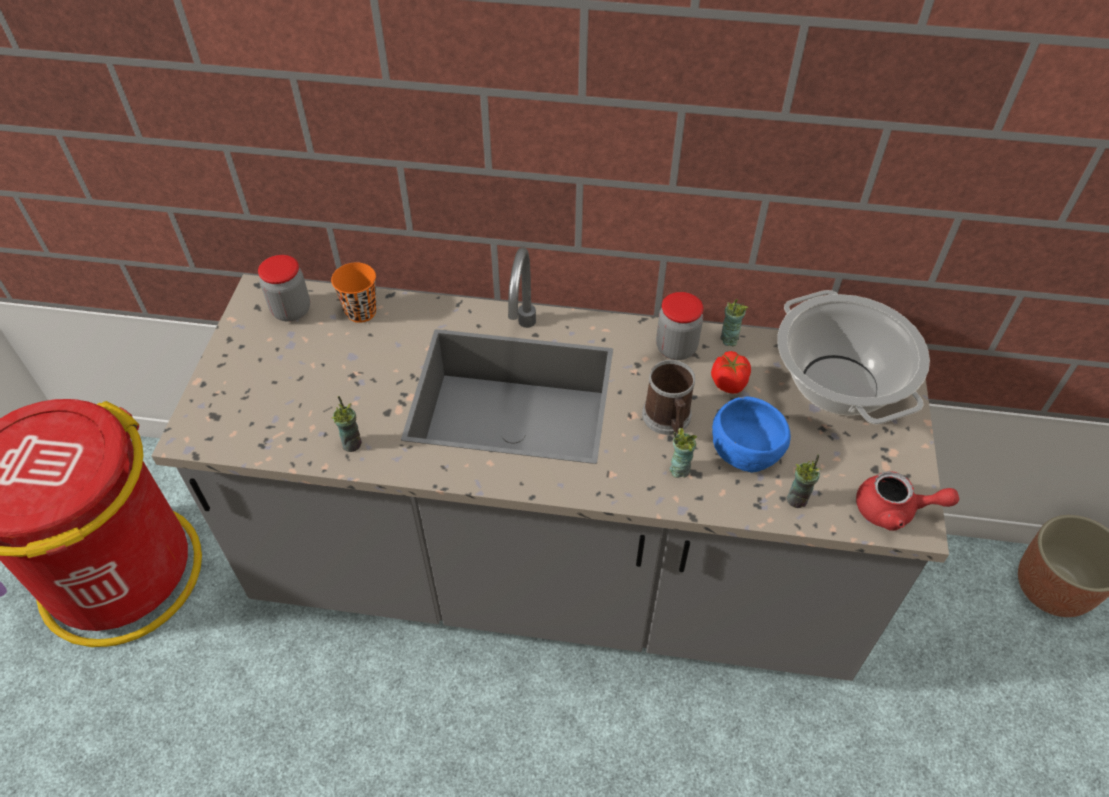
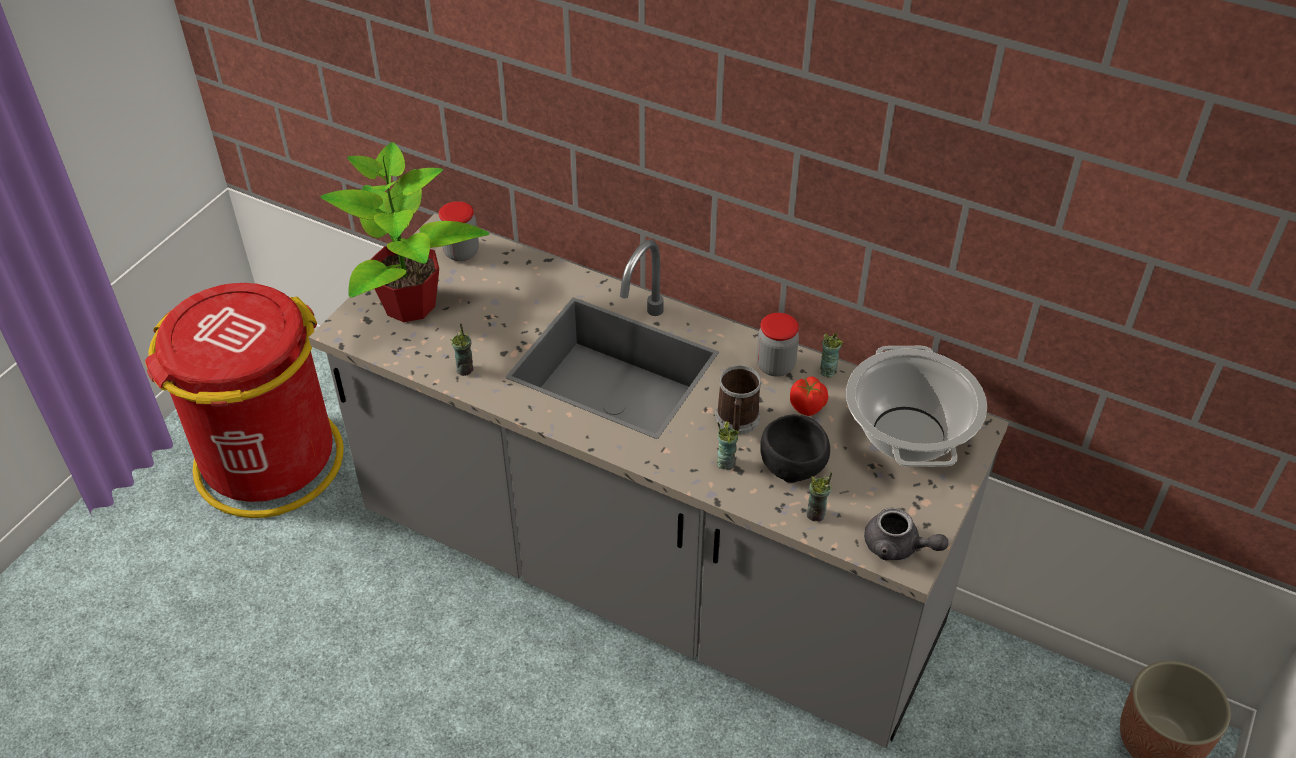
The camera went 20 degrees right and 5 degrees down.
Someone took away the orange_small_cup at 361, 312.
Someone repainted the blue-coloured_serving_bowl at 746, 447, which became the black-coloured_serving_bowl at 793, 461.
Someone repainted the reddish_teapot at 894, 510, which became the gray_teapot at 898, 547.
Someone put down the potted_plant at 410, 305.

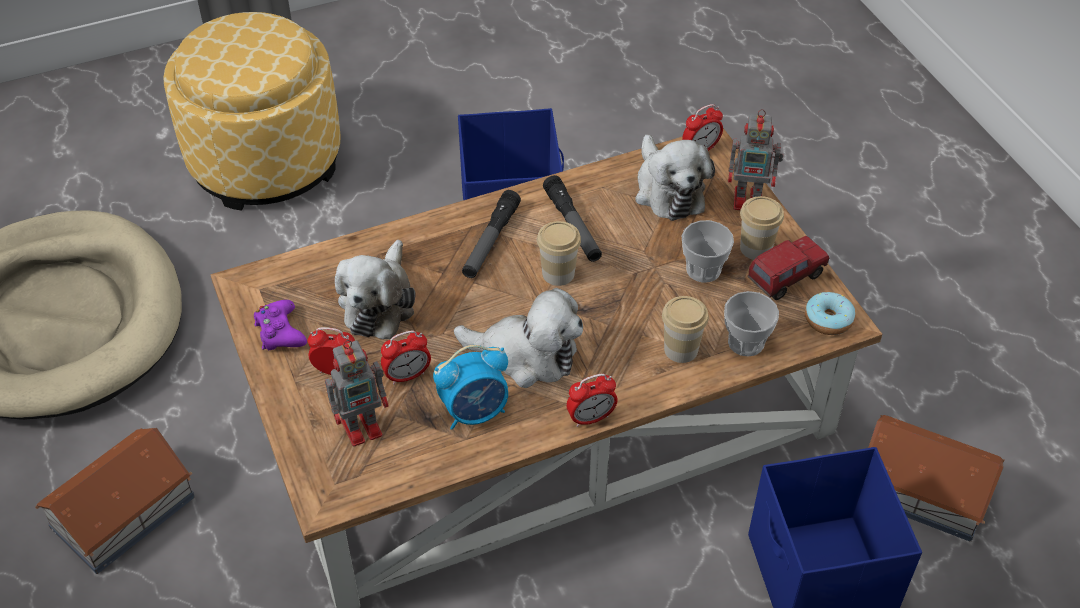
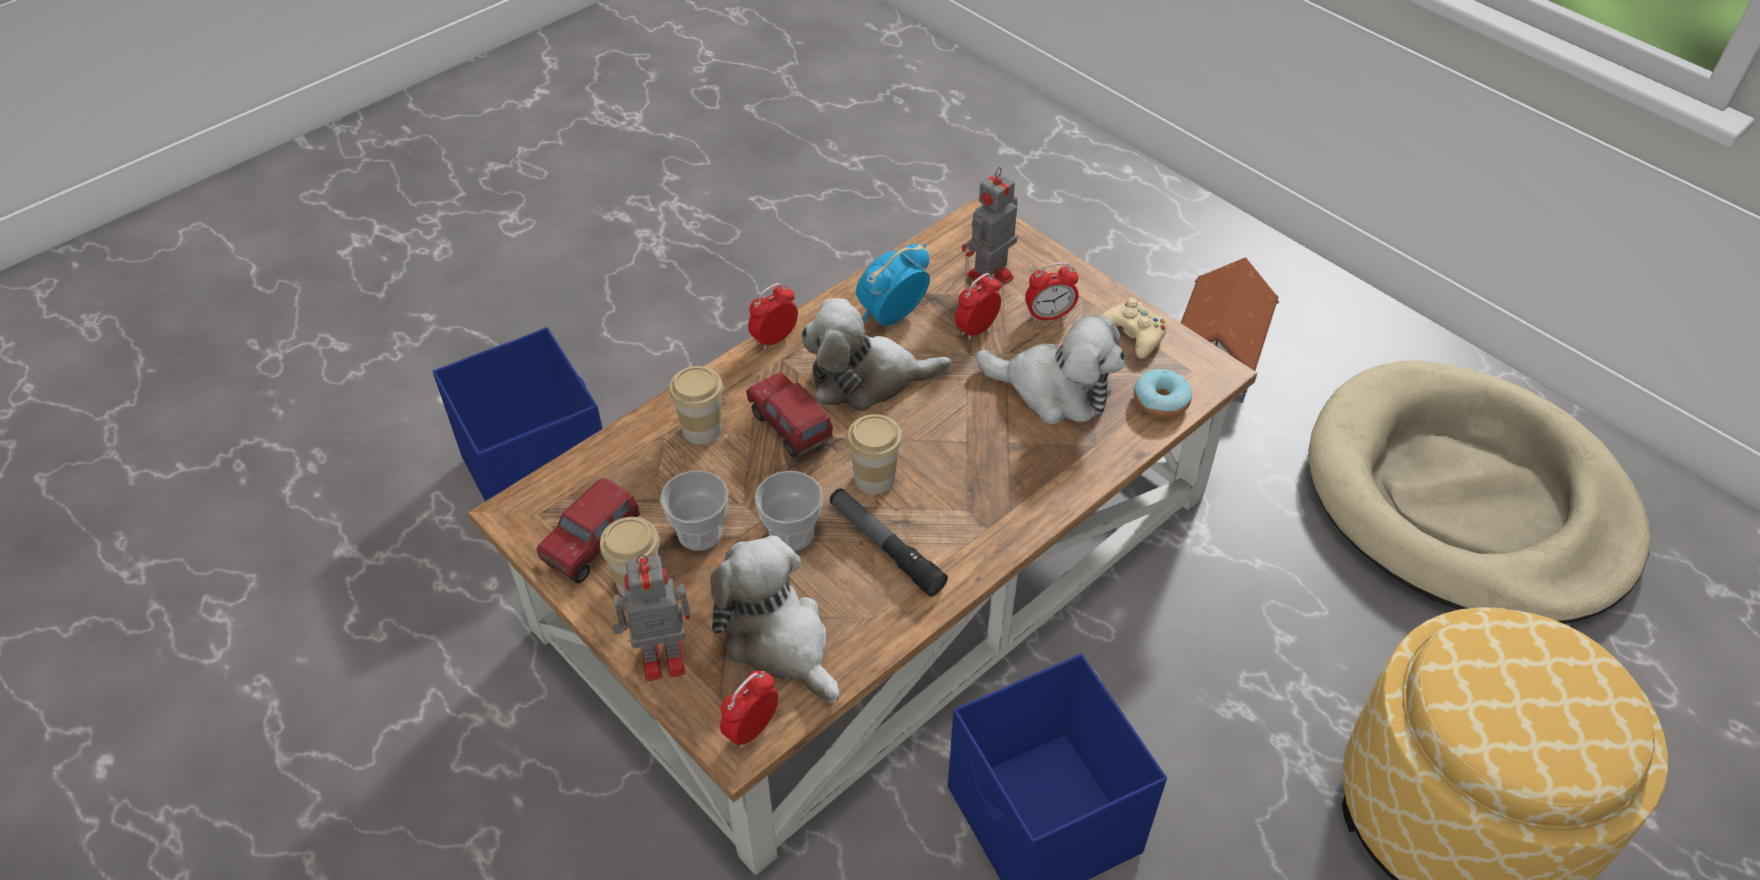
The camera went 160 degrees right and 0 degrees up.
Someone repainted the purple_joypad at 280, 332, which became the sand-coloured_joypad at 1133, 335.
Someone rotated the plush_toy at 379, 303 by 120 degrees clockwise.
Someone took away the hand_torch at 490, 241.
Someone carried the small_cup from 746, 342 to 791, 533.
Someone carried the ring_doughnut from 828, 320 to 1160, 401.
Someone took away the model_house at 921, 488.
Someone put down the toy_truck at 790, 430.

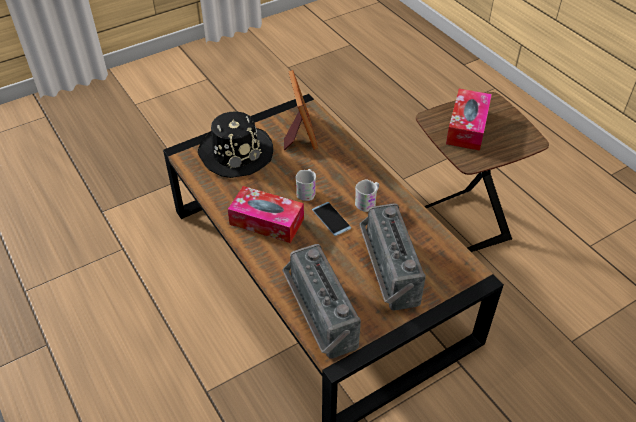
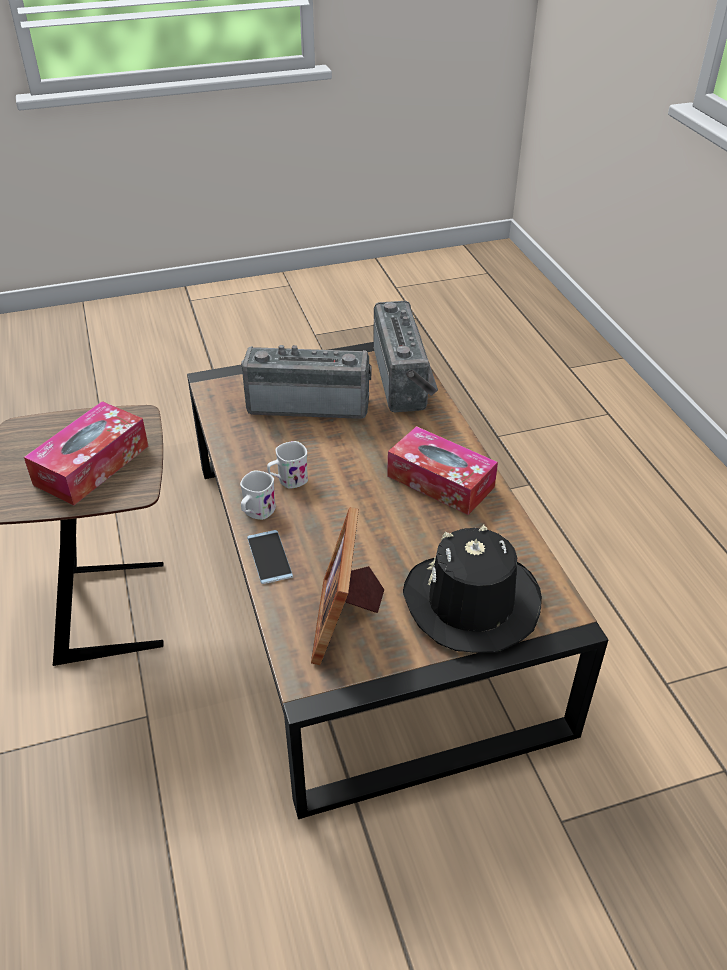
The camera went 165 degrees left and 5 degrees down.
Someone carried the whitish_mug from 307, 191 to 256, 513.
Someone carried the phone from 331, 219 to 269, 557.
Someone rotated the radio at 386, 272 by 90 degrees counterclockwise.

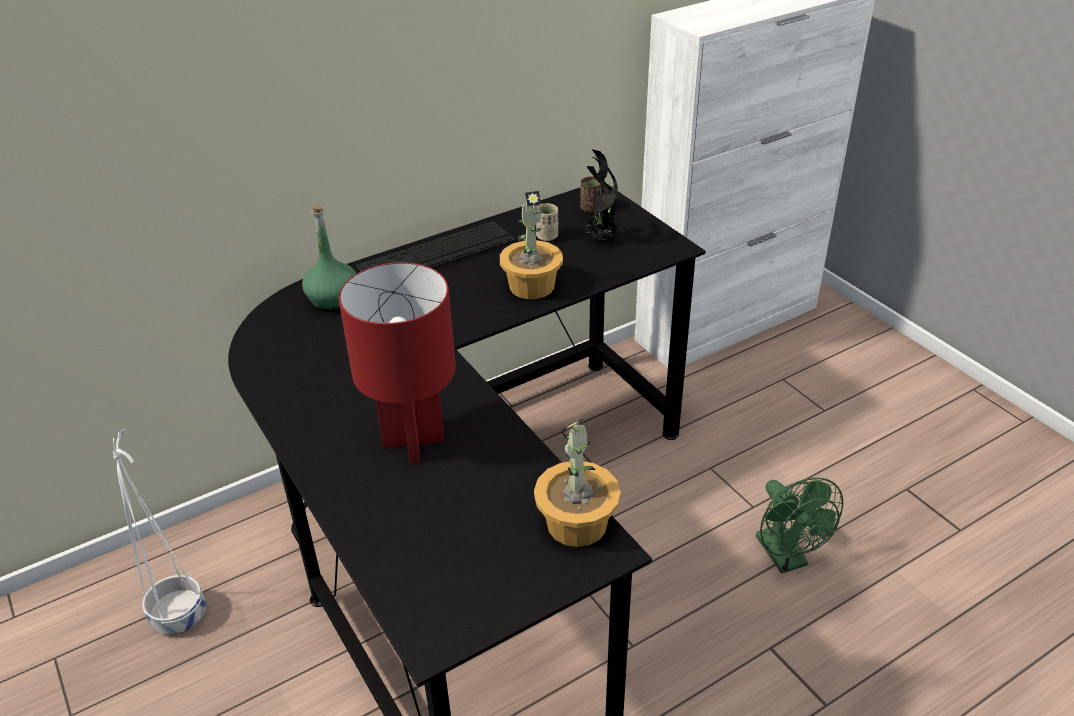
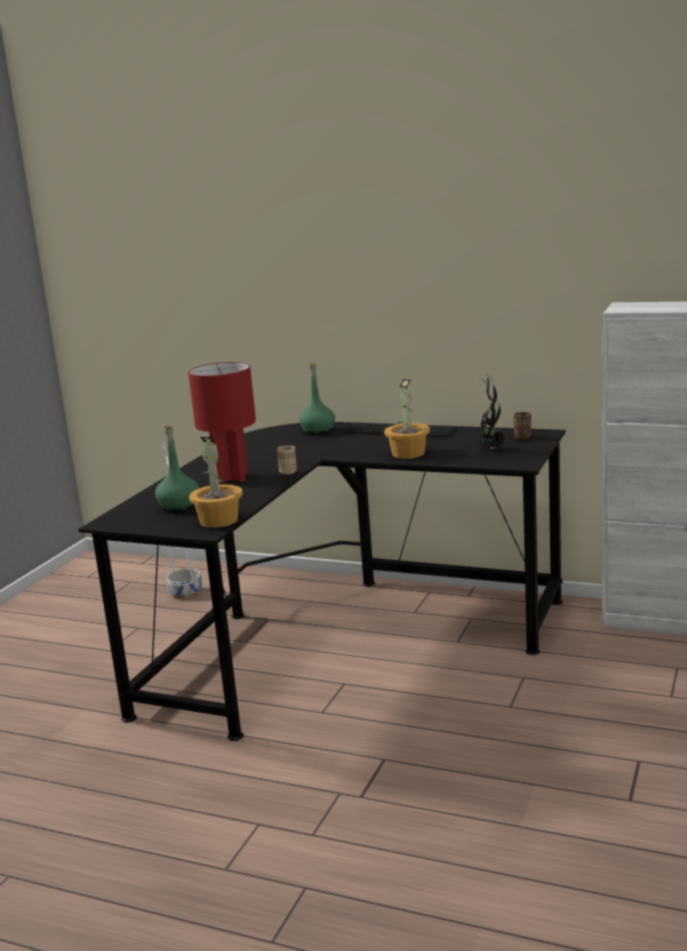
The camera went 55 degrees right and 20 degrees down.
Someone carried the sand-coloured_small_cup from 547, 236 to 288, 472.
Someone took away the greenish_fan at 786, 558.
Someone put down the greenish_drink_bottle at 179, 506.

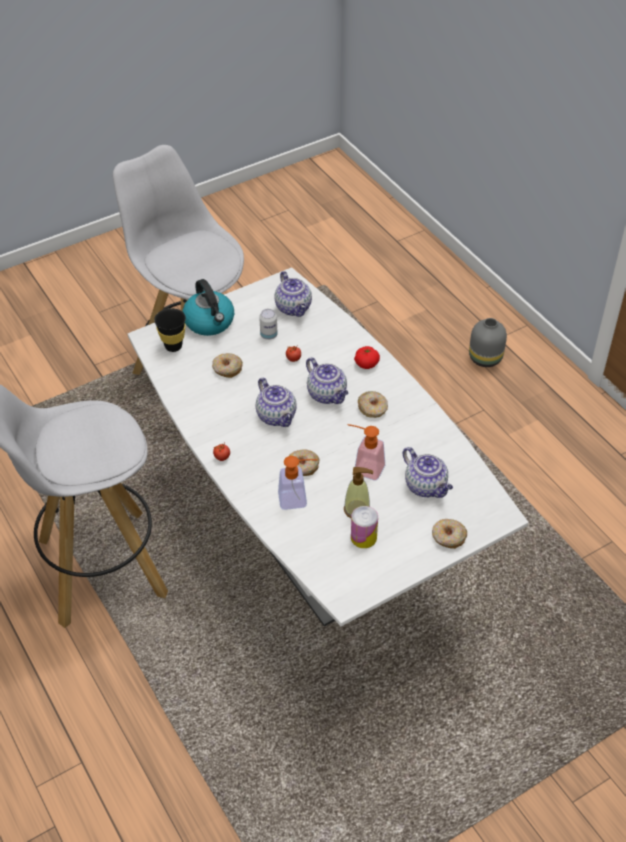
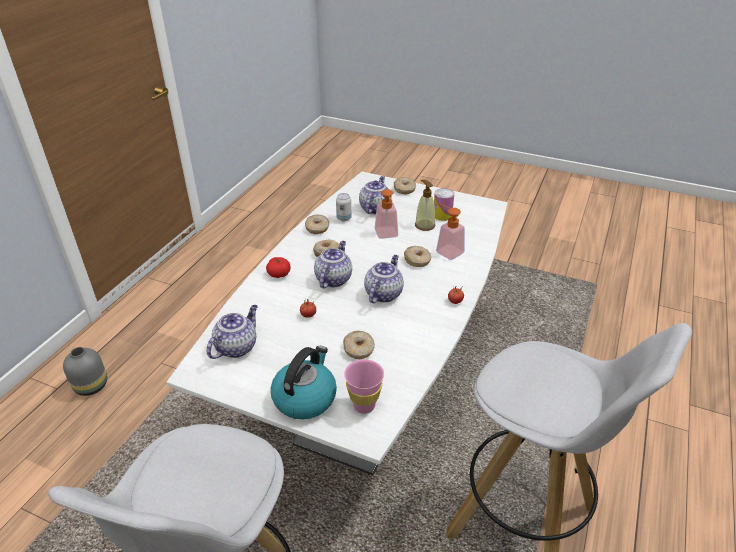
The camera went 125 degrees left and 10 degrees down.
Someone repainted the black-coloured_small_cup at 173, 346, which became the pinkish_small_cup at 364, 406.
Someone carried the can from 268, 335 to 344, 218.
Someone put down the ring_doughnut at 317, 228.

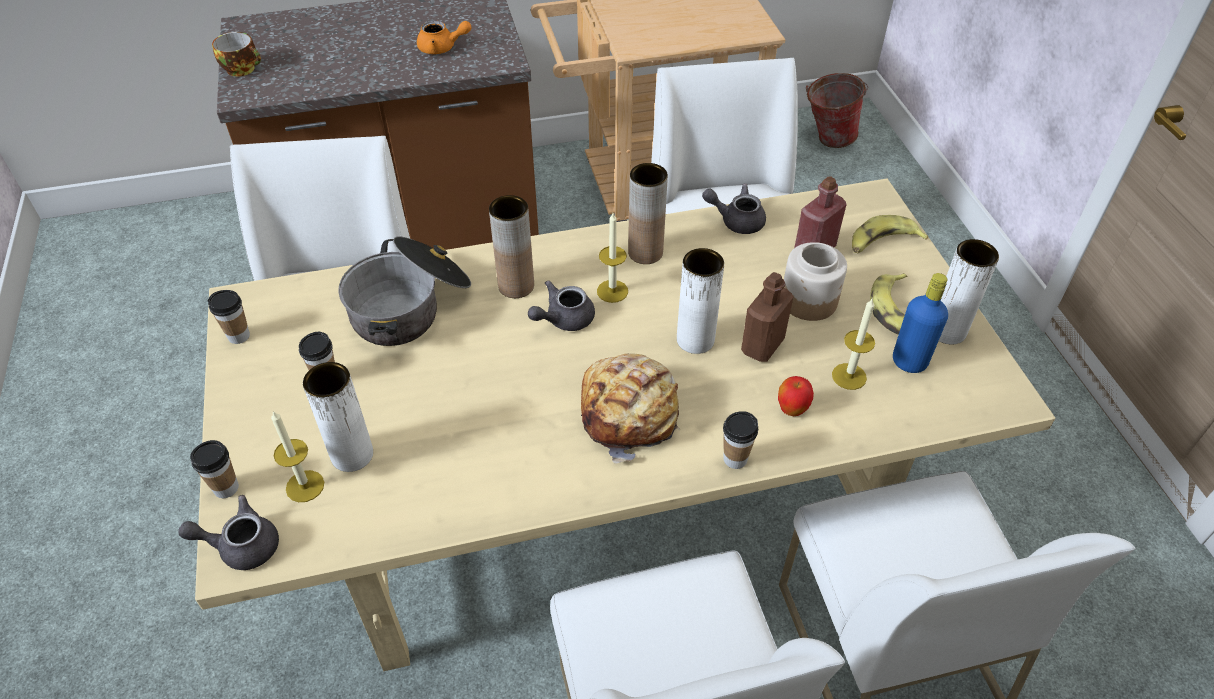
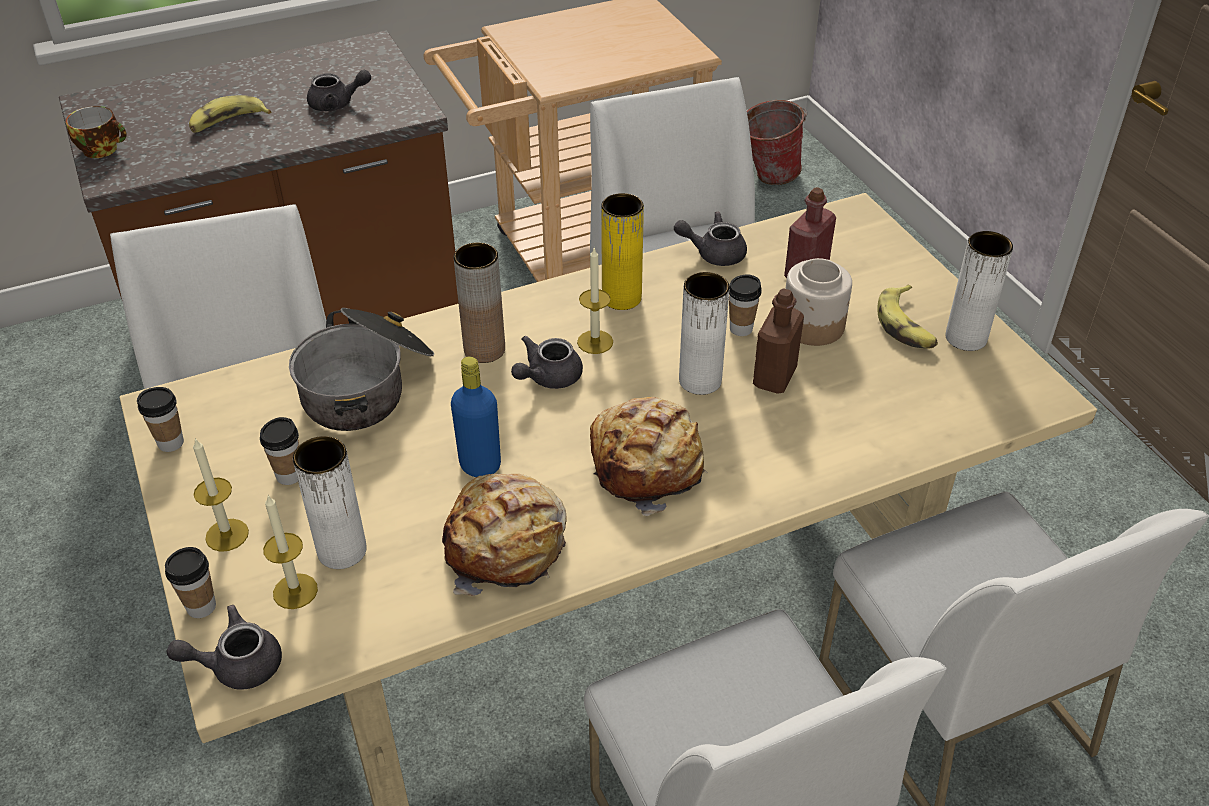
The camera went 10 degrees left and 5 degrees down.
Someone repainted the orange_teapot at 442, 48, which became the gray_teapot at 337, 104.
Someone repainted the brownish_flower_vase at 645, 253, which became the yellow_flower_vase at 621, 298.
Someone carried the small_cup from 735, 459 to 741, 329.
Someone took away the apple at 792, 410.
Someone carried the wax_light from 849, 376 to 227, 535.
Someone carried the whole_banana from 882, 243 to 228, 123.
Someone carried the blue-coloured_drink_bottle from 909, 362 to 480, 465.
Someone put down the baked_bread at 506, 546.

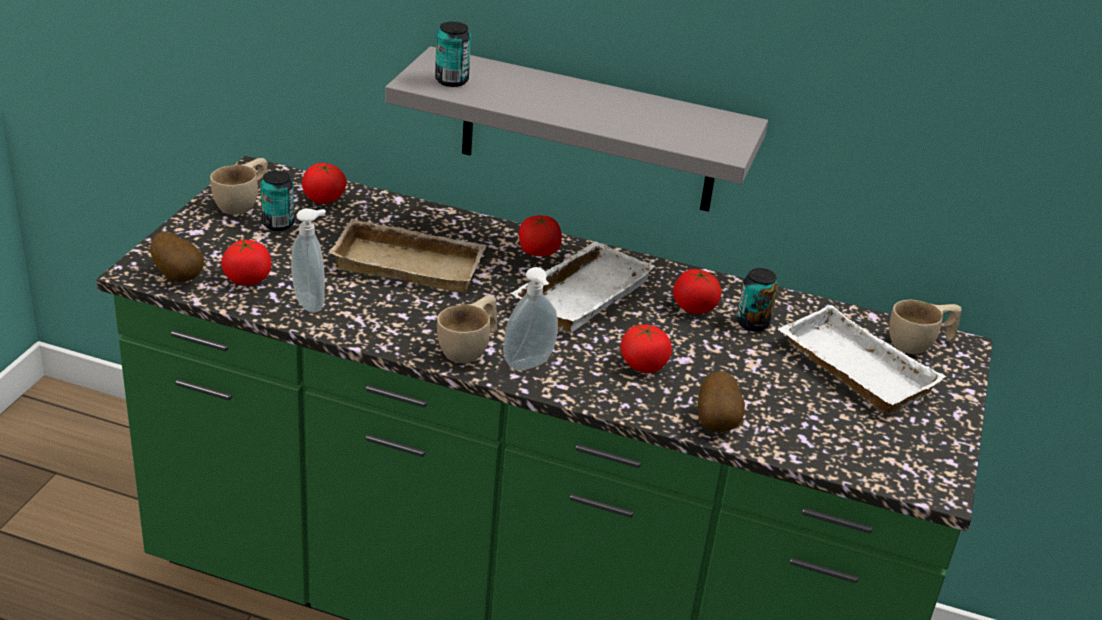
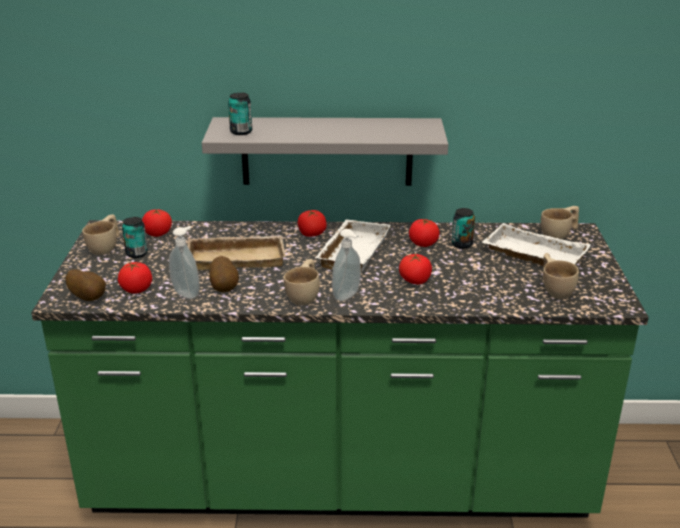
The camera went 15 degrees left and 5 degrees down.
Someone carried the potato from 717, 423 to 225, 288.
Someone put down the sand-coloured_small_cup at 555, 289.

